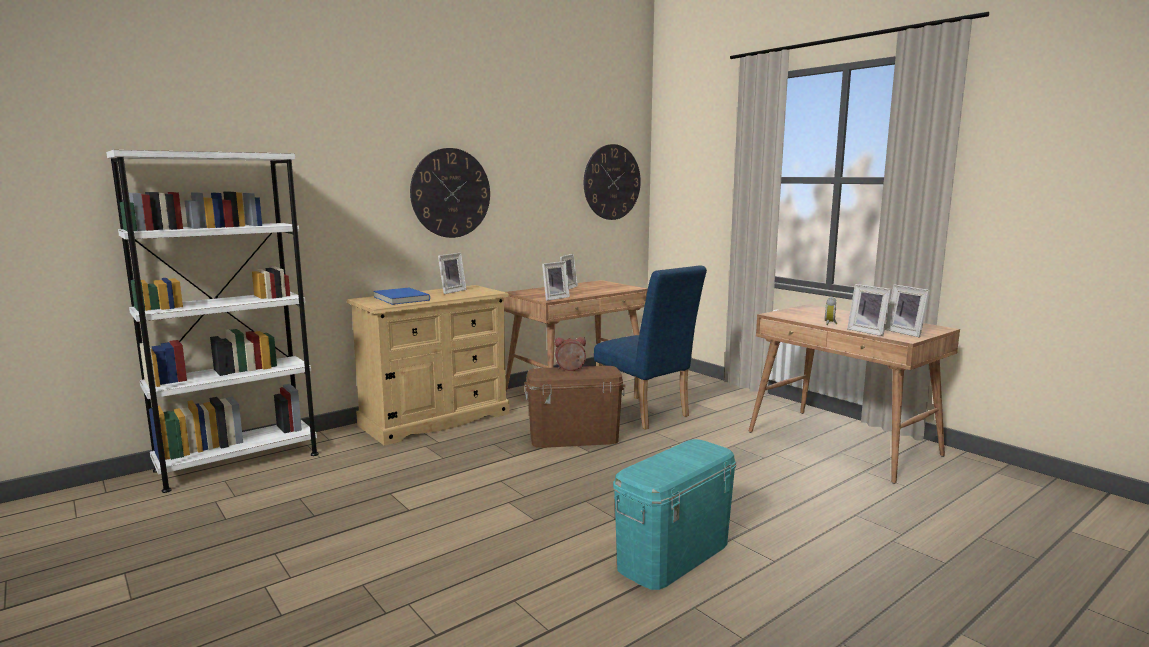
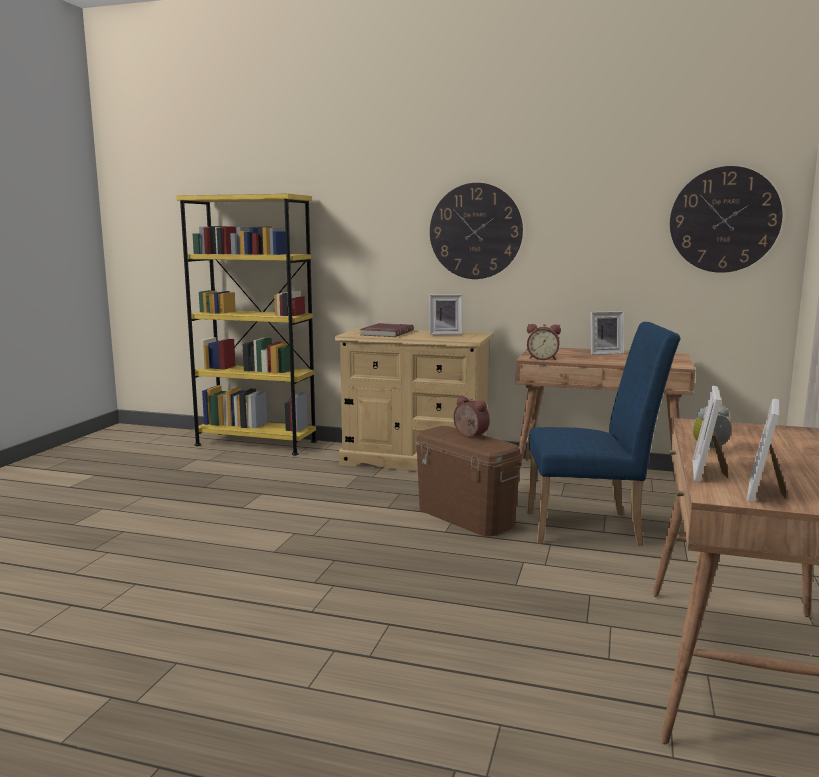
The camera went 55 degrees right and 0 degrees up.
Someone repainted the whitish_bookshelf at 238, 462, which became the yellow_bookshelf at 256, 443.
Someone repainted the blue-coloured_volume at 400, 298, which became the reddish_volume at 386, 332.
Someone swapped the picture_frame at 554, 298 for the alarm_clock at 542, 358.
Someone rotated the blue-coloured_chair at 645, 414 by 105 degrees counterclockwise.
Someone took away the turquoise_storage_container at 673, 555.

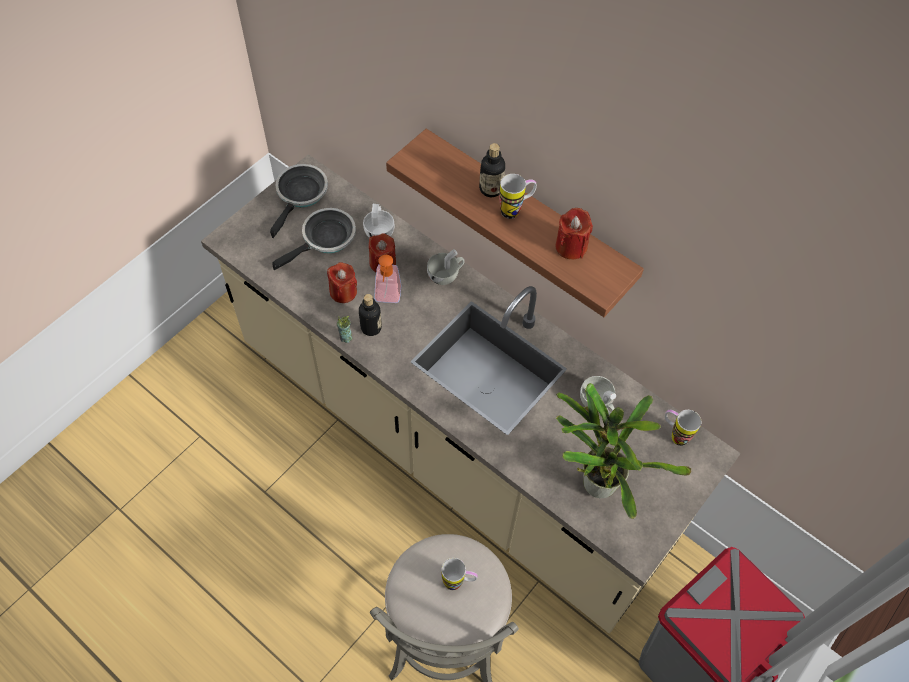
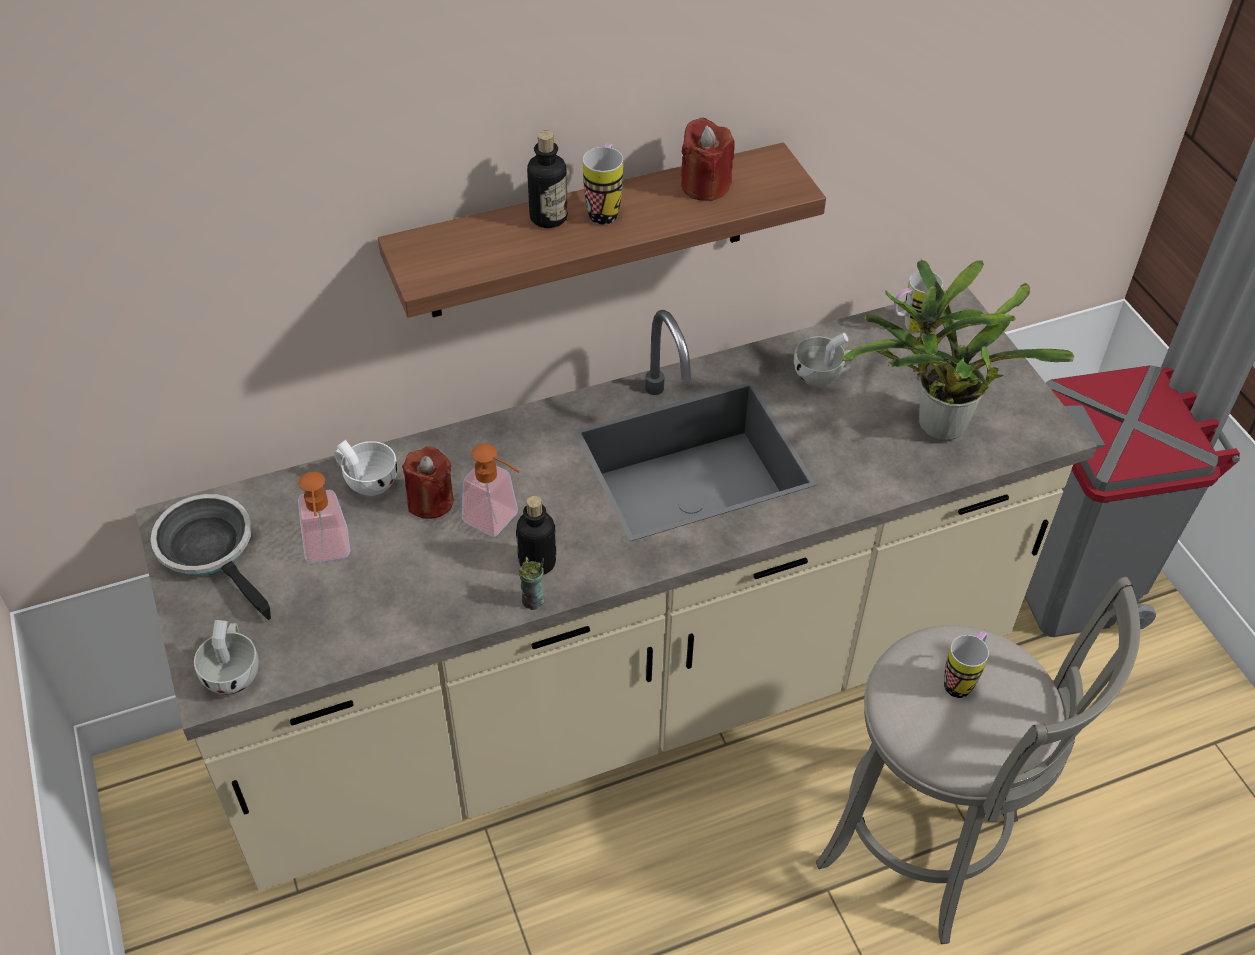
The camera went 60 degrees left and 10 degrees down.
Someone swapped the pan at 325, 239 for the soap_dispenser at 327, 553.
Someone took away the reddish_wax_light at 343, 292.
Someone carried the whitish_small_cup from 446, 275 to 233, 671.

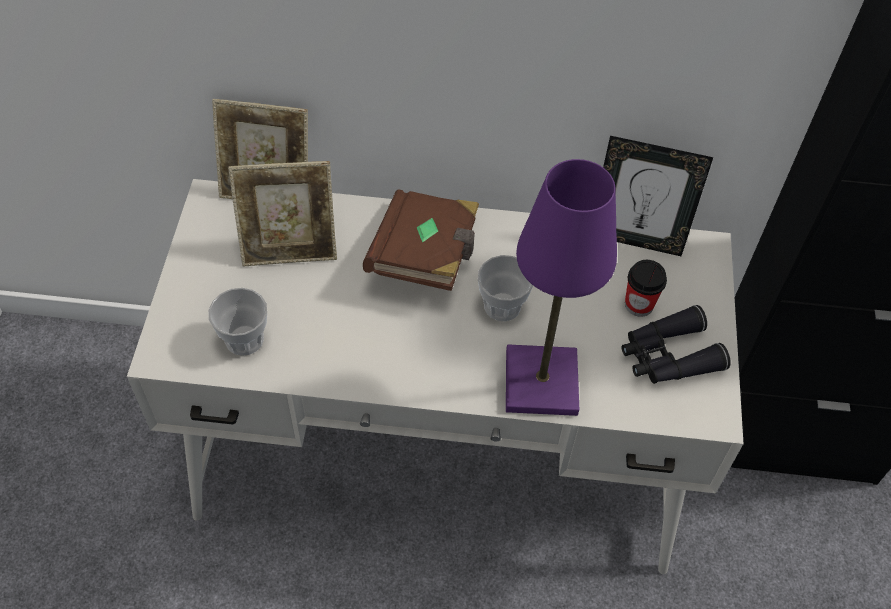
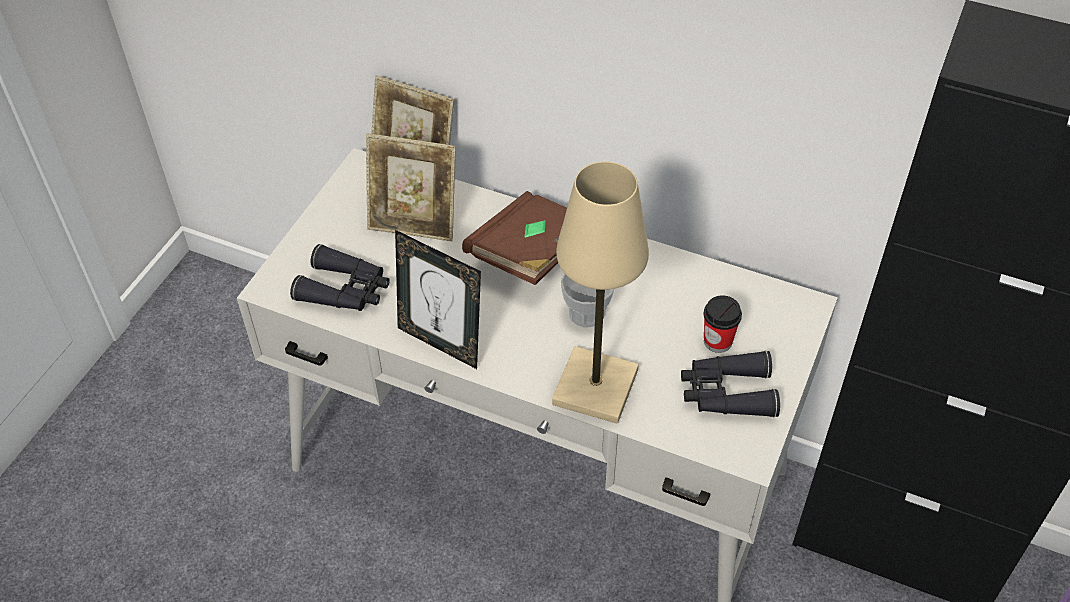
The camera went 20 degrees right and 5 degrees down.
Someone swapped the small_cup at 244, 339 for the black-coloured_binoculars at 345, 290.
Someone repainted the purple_lamp_for_a_table at 540, 382, which became the sand-coloured_lamp_for_a_table at 595, 387.
Someone carried the picture_frame from 635, 239 to 441, 343.

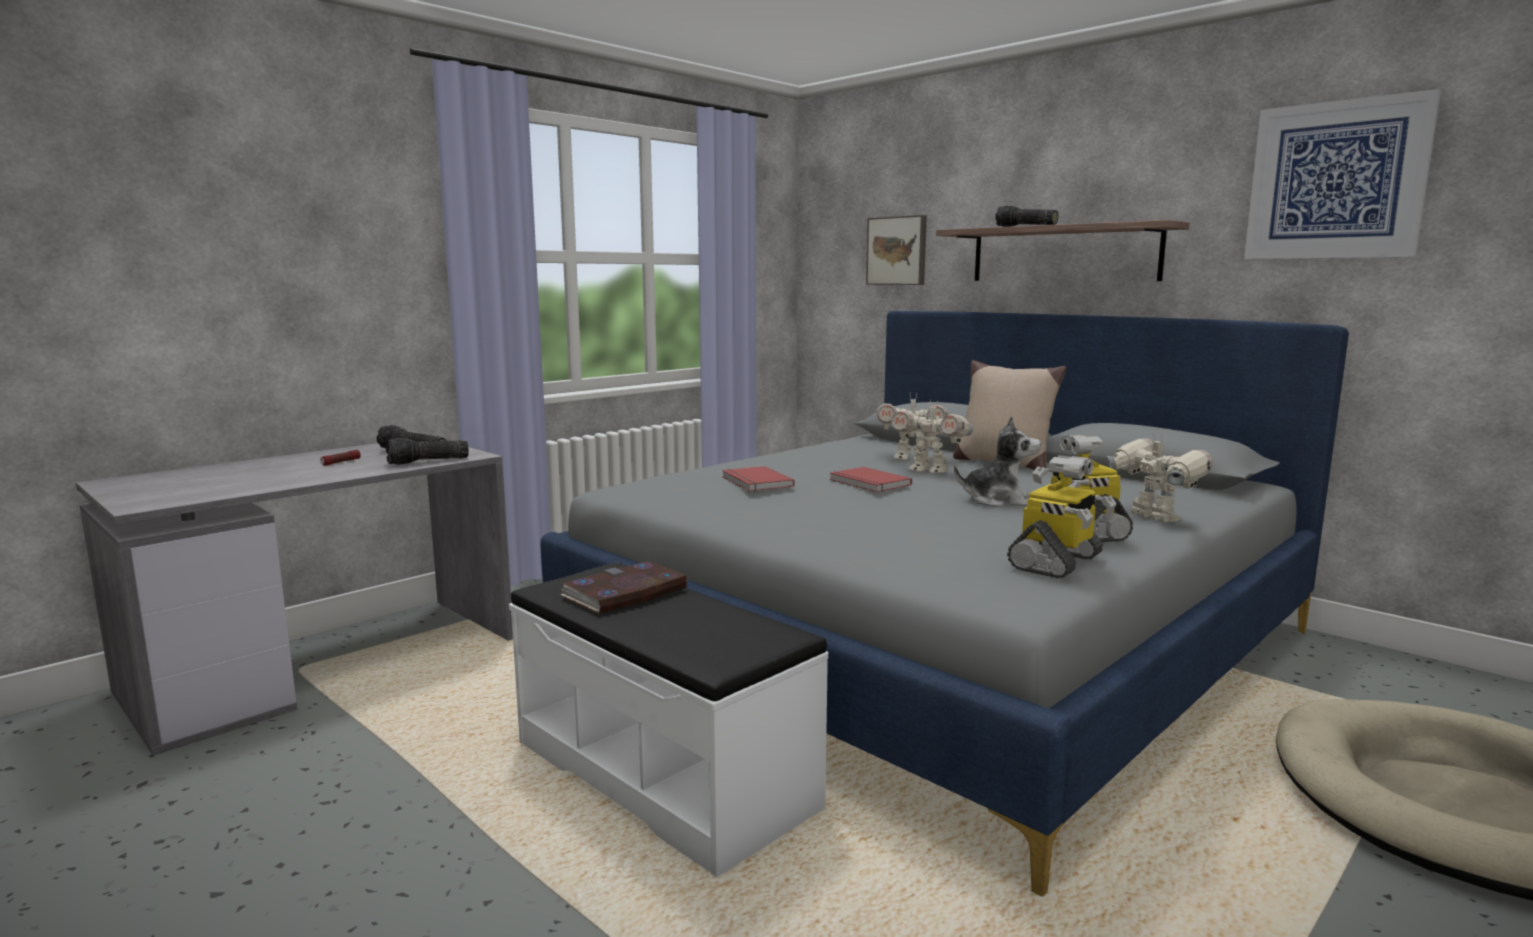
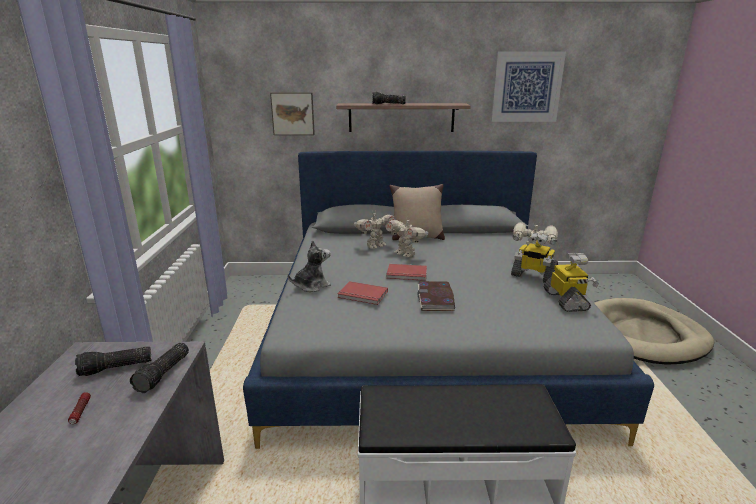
The camera went 45 degrees left and 10 degrees up.
Someone carried the volume from 625, 593 to 435, 298.
Someone rotated the toy_robot at 929, 471 by 60 degrees clockwise.
Someone carried the plush_toy from 997, 501 to 311, 285.

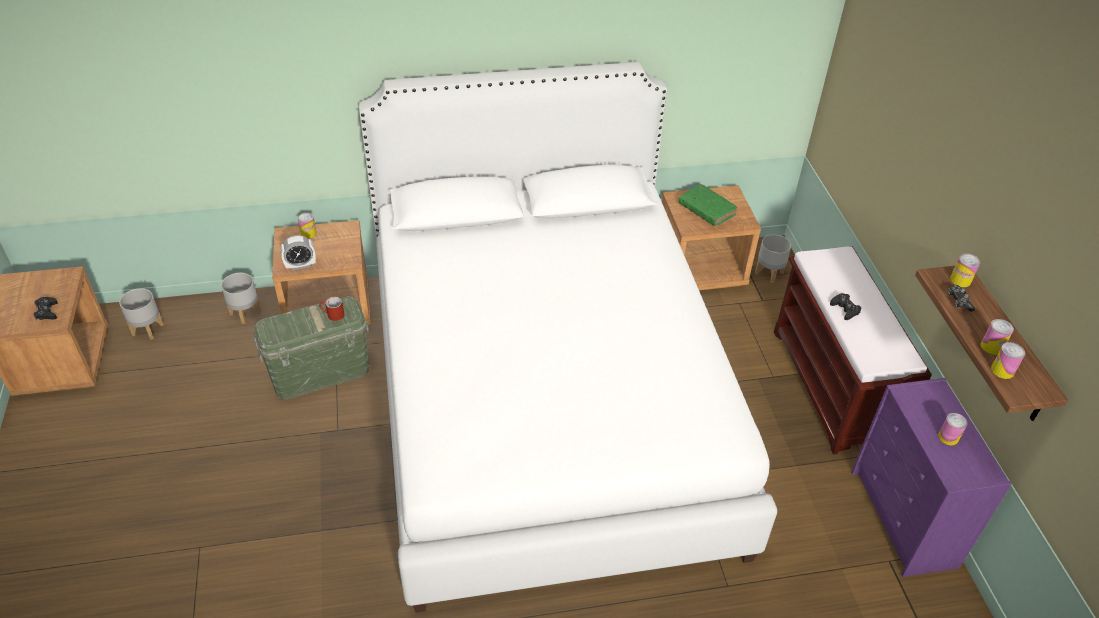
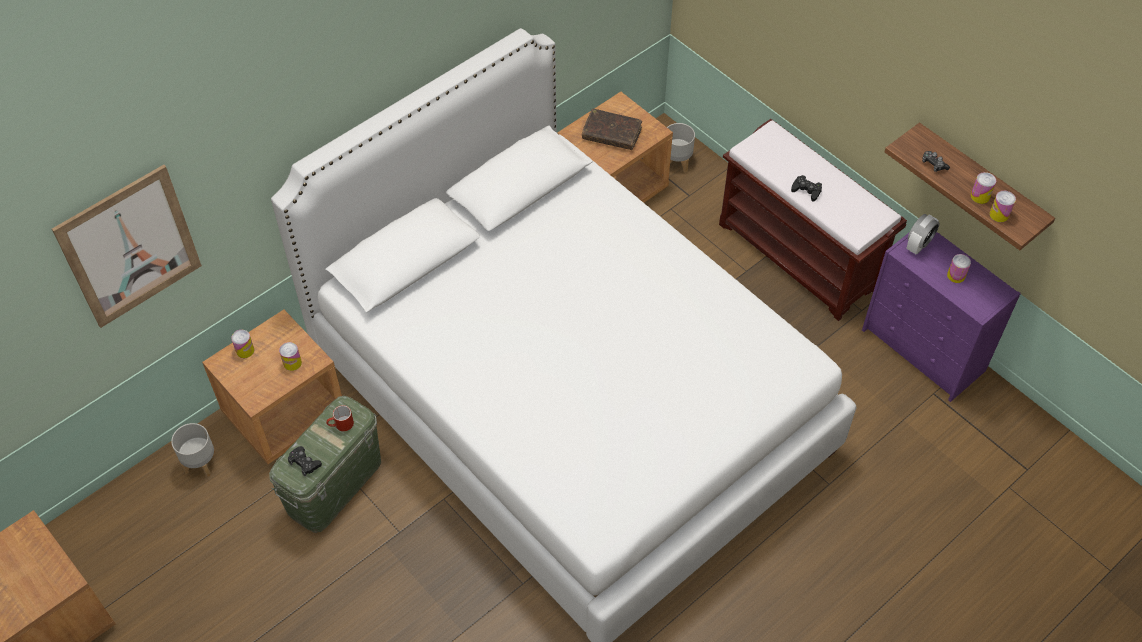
The camera went 30 degrees left and 10 degrees up.
Someone carried the black-coloured_joypad from 47, 312 to 305, 463.
Someone took away the gray_plant_pot at 148, 329.
Someone carried the alarm_clock from 300, 265 to 918, 245.
Someone repainted the greenish_volume at 706, 210, which became the brownish_volume at 611, 134.
Someone carried the can from 960, 280 to 292, 363.
Someone put up the wall_art at 130, 247.

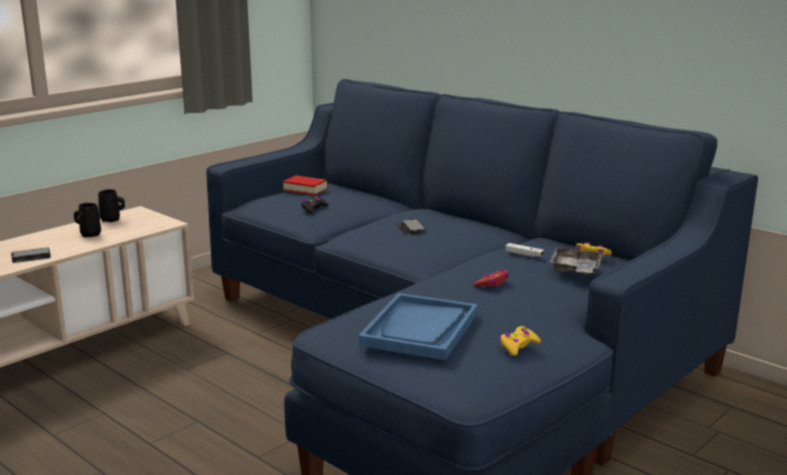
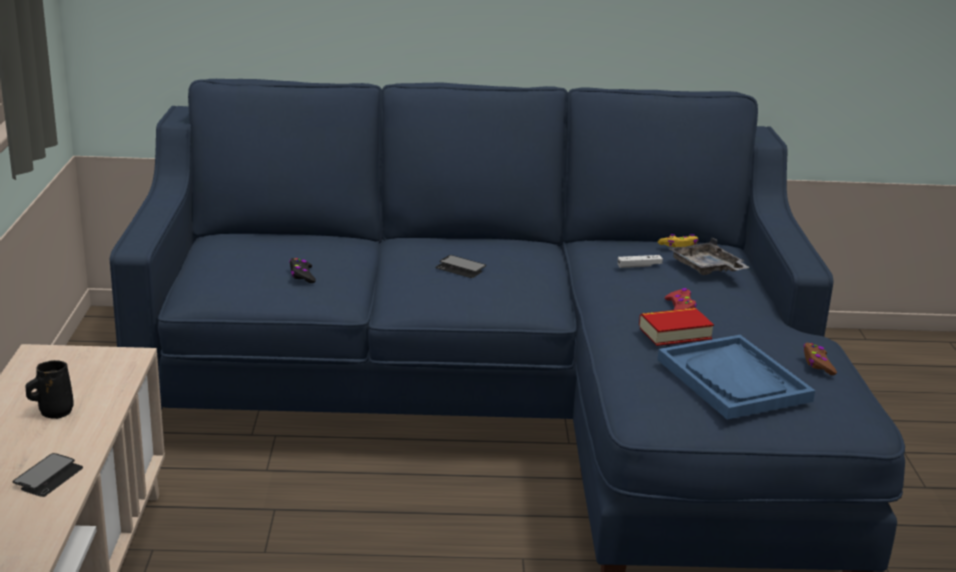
The camera went 45 degrees left and 5 degrees up.
Someone took away the black-coloured_mug at 111, 220.
Someone carried the volume from 305, 189 to 675, 333.
Someone repainted the yellow_joypad at 518, 346, which became the brownish_joypad at 817, 364.

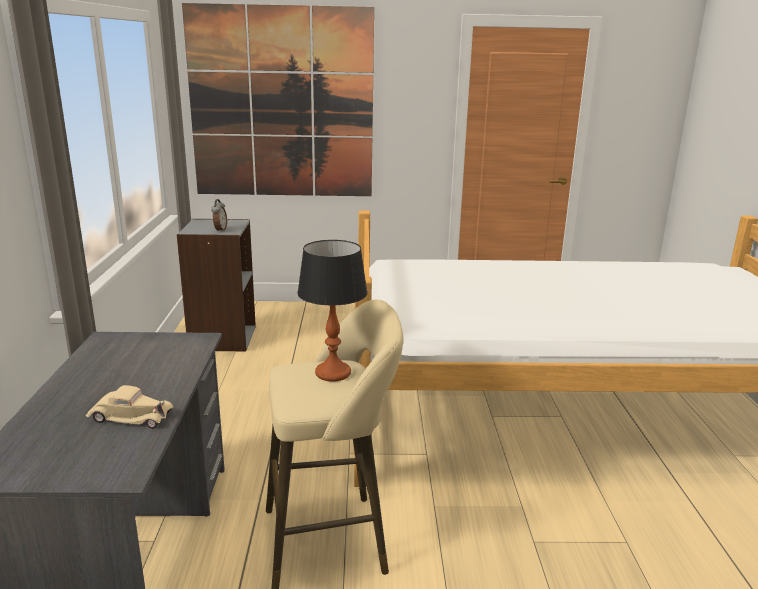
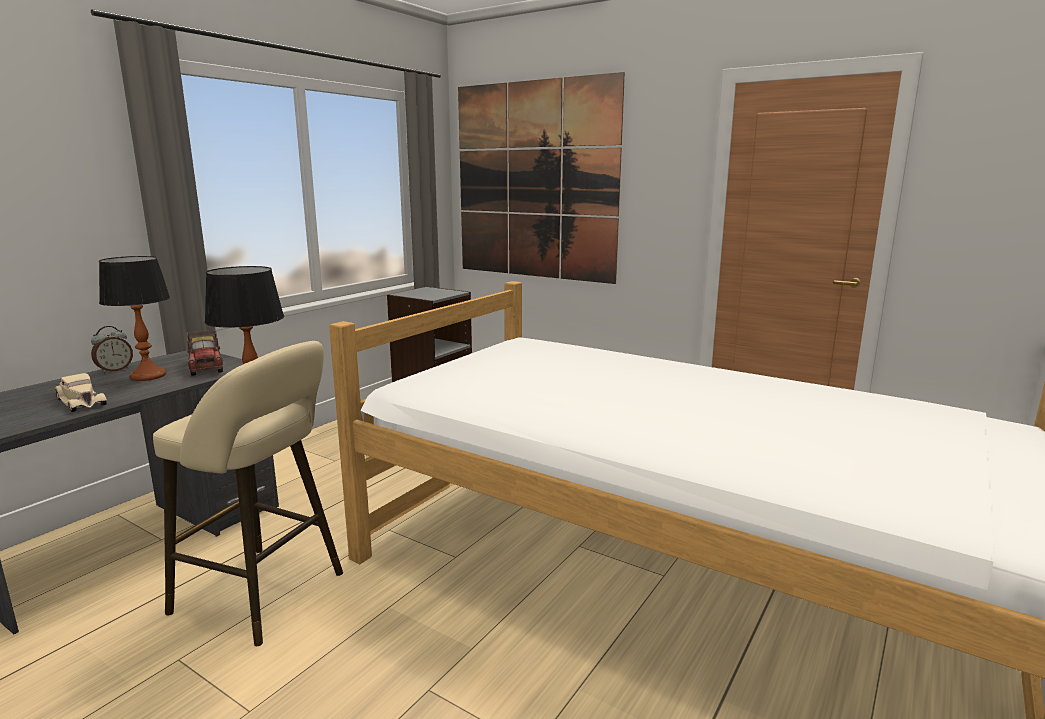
The camera went 35 degrees right and 5 degrees down.
Someone carried the alarm_clock from 220, 230 to 115, 370.
Someone put down the lamp_for_a_table at 148, 376.
Someone put down the toy_truck at 207, 366.

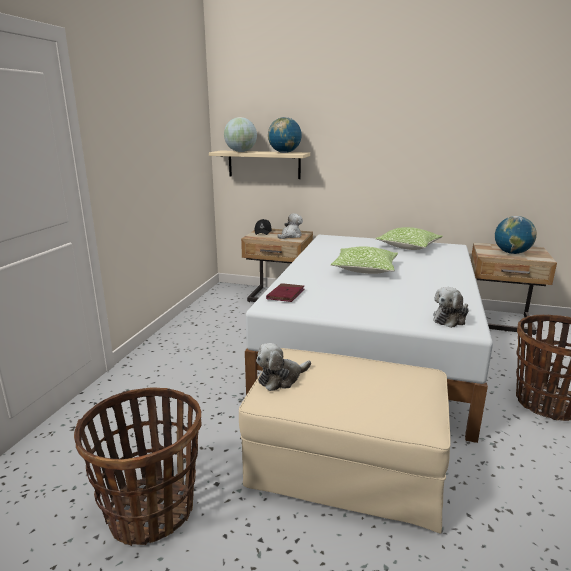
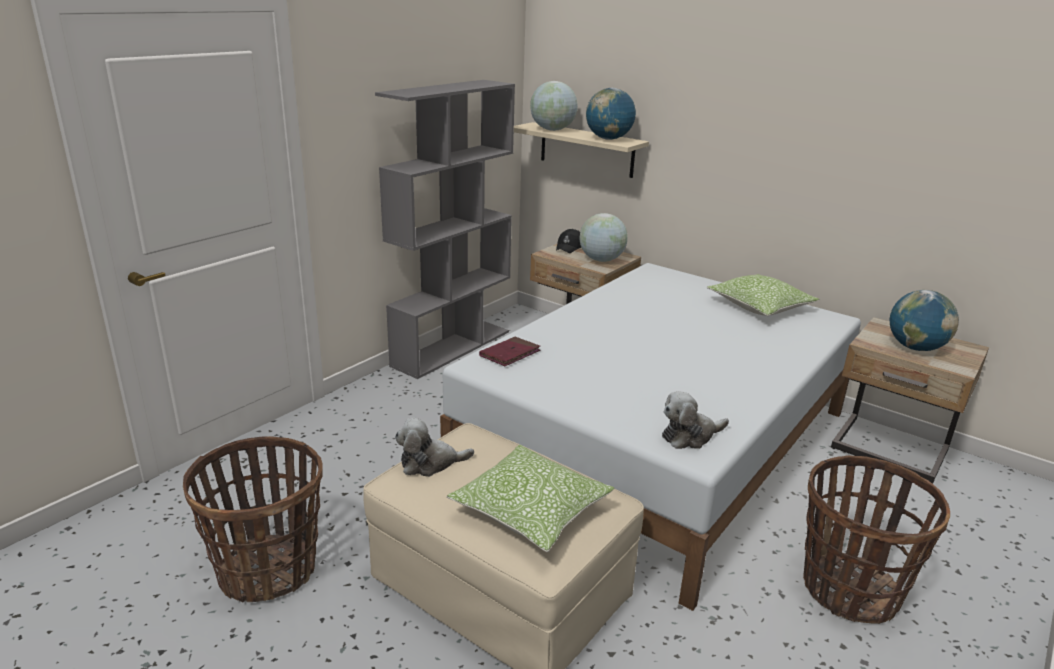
The camera went 20 degrees right and 5 degrees up.
Someone swapped the plush_toy at 290, 236 for the globe at 601, 260.
Someone carried the pillow from 364, 269 to 531, 511.
Someone put down the gray_bookshelf at 452, 348.

